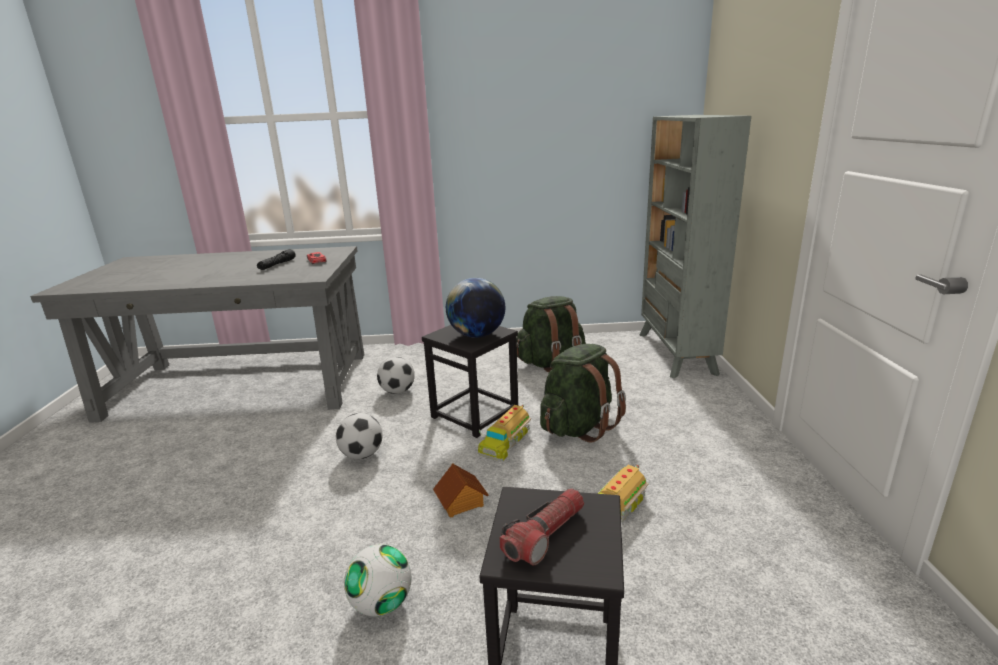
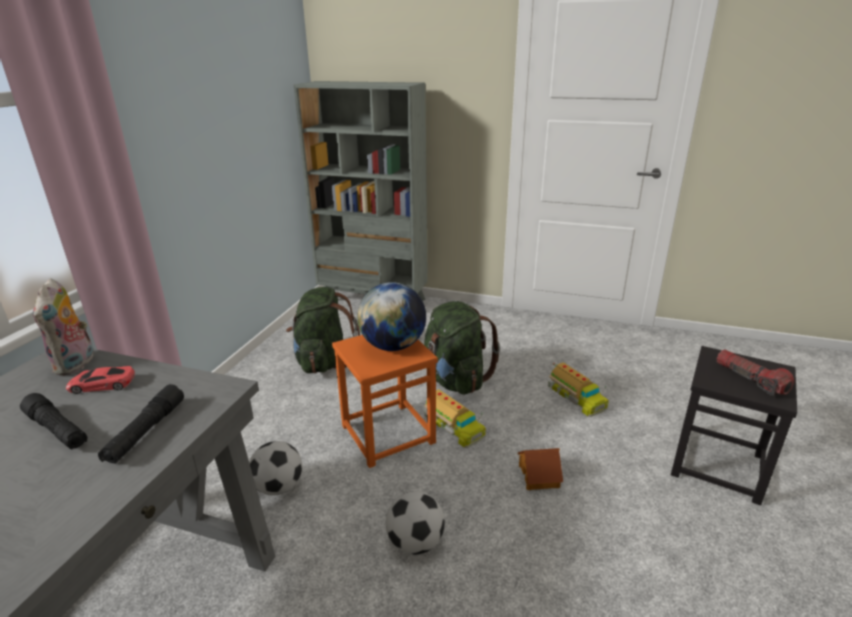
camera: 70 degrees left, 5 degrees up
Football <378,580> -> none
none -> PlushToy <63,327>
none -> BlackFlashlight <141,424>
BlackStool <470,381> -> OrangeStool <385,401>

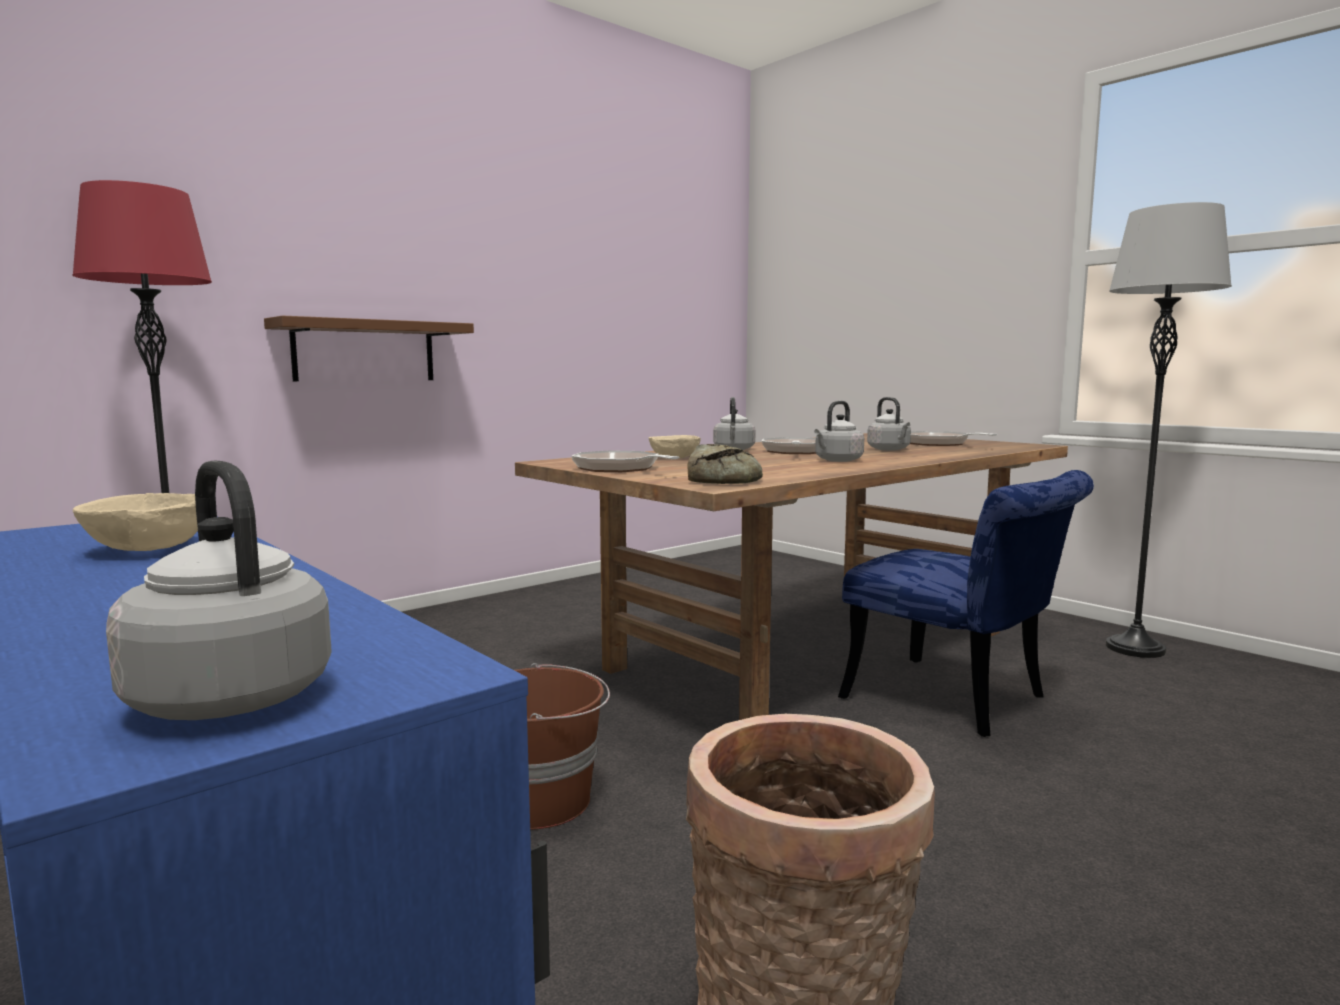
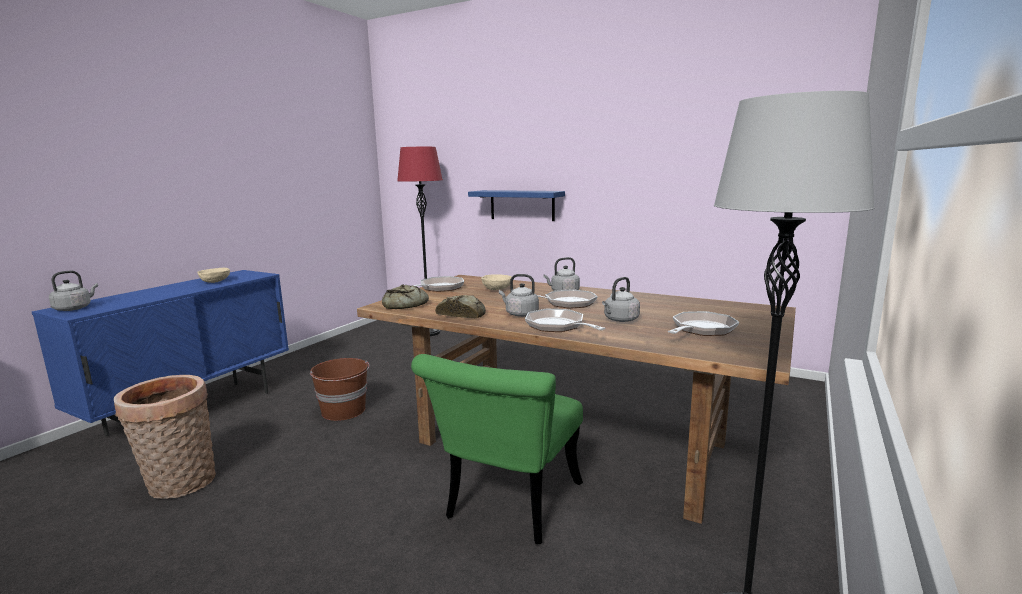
camera: 70 degrees right, 5 degrees up
none -> Bread <460,306>
none -> FryingPan <565,320>
BrownShelf <369,348> -> BlueShelf <516,205>
BlueChair <966,603> -> GreenChair <497,449>

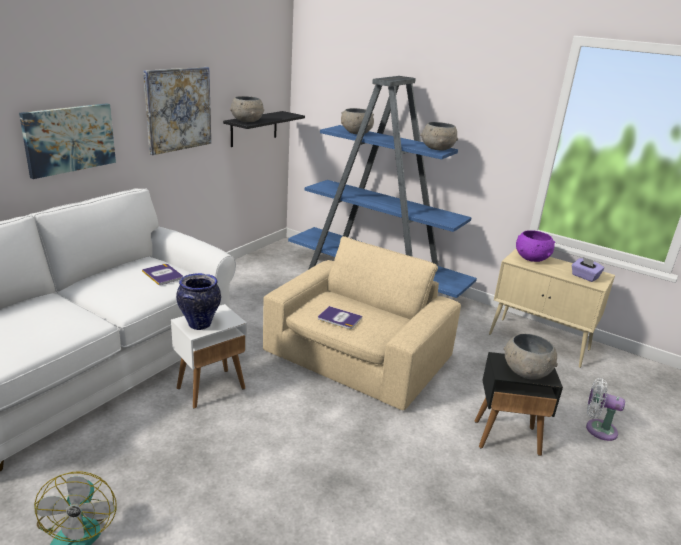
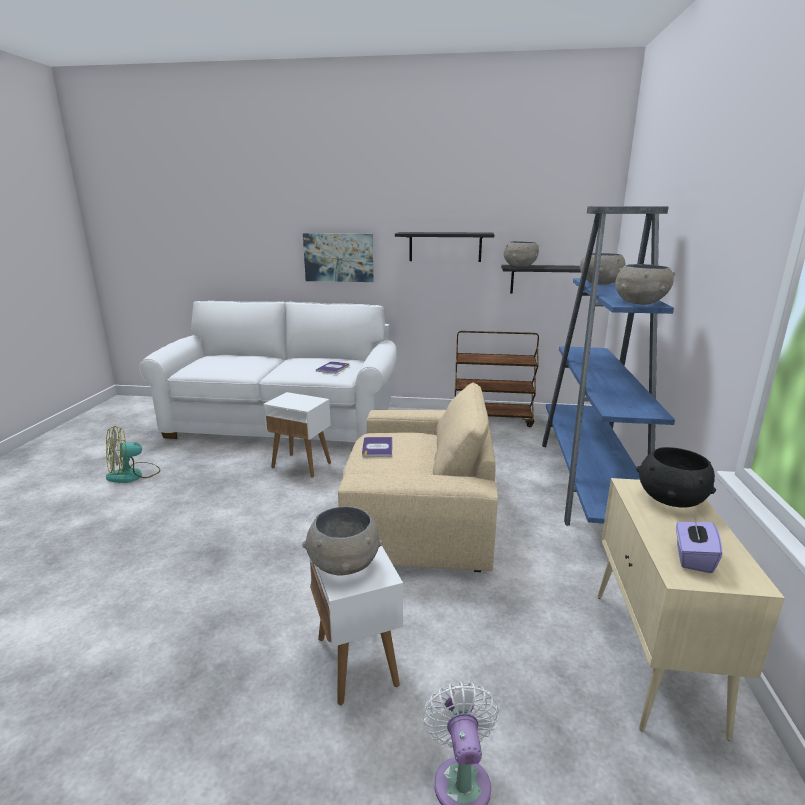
camera: 65 degrees right, 5 degrees down
Vase <198,301> -> none
none -> BrownCart <497,379>
Picture <177,111> -> BlackShelf <444,247>
BlackSideTable <519,404> -> WhiteSideTable <356,625>
PurpleBowl <535,246> -> BlackBowl <676,477>

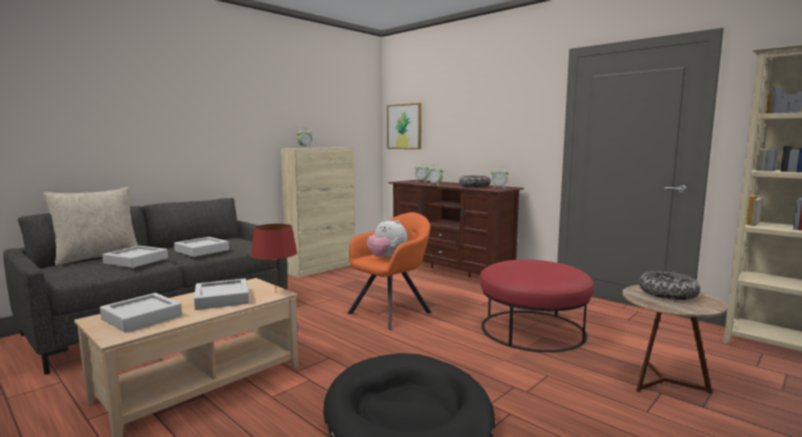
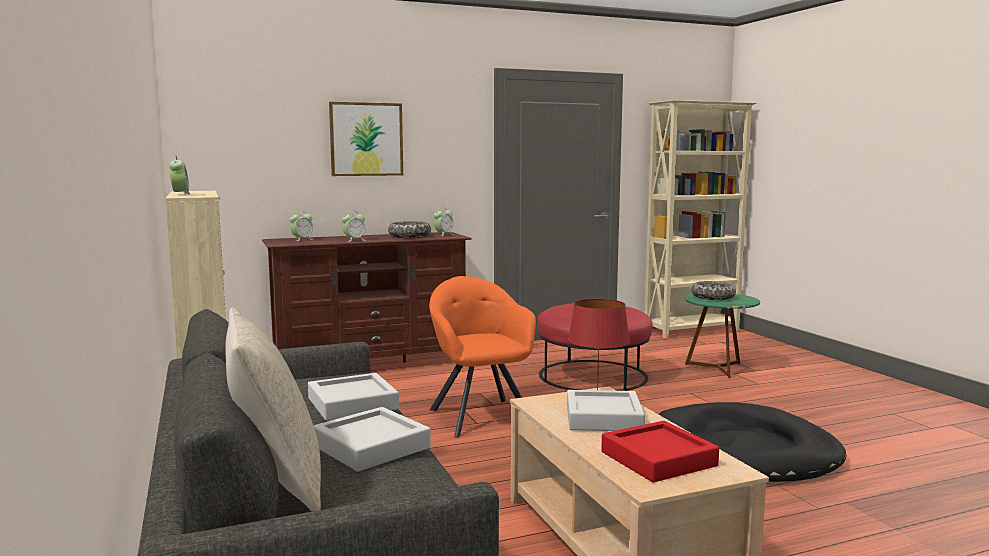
camera: 65 degrees left, 0 degrees up
PlushToy <387,237> -> none
Picture <404,126> -> Picture <366,139>, move
GreyTray <141,313> -> RedTray <660,451>
BrownSideTable <675,339> -> GreenSideTable <722,336>

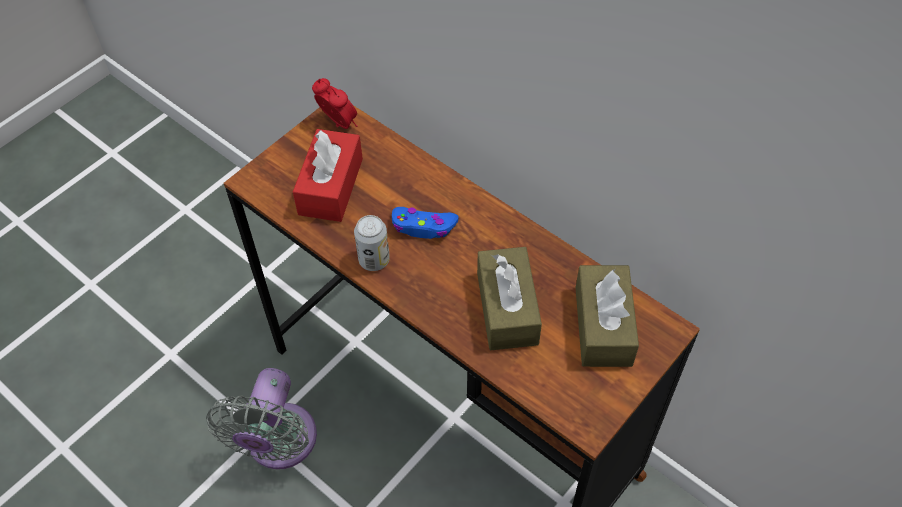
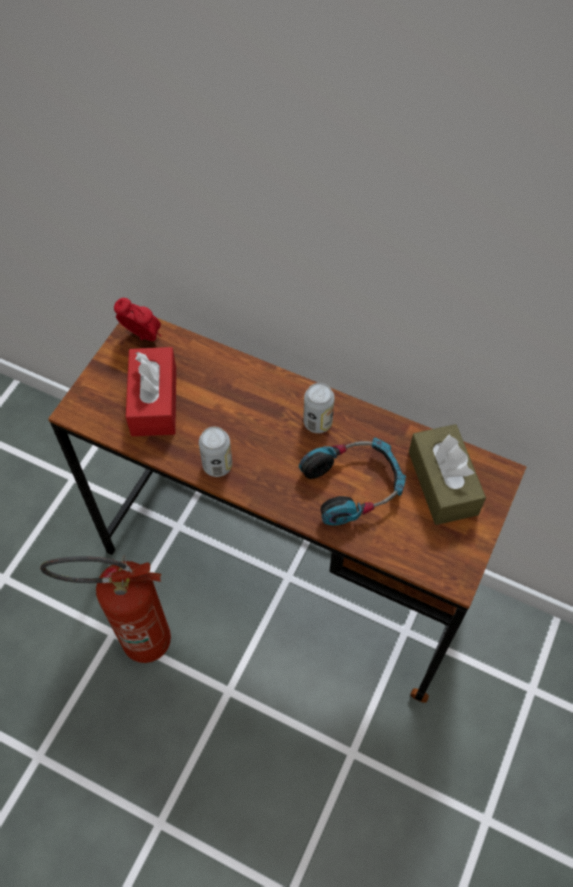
camera: 15 degrees left, 5 degrees up
BlueGameController <425,223> -> none
none -> Can <319,408>
GreyFan <261,418> -> FireExtinguisher <105,609>
BrownTissueBox <509,298> -> Headphones <352,481>

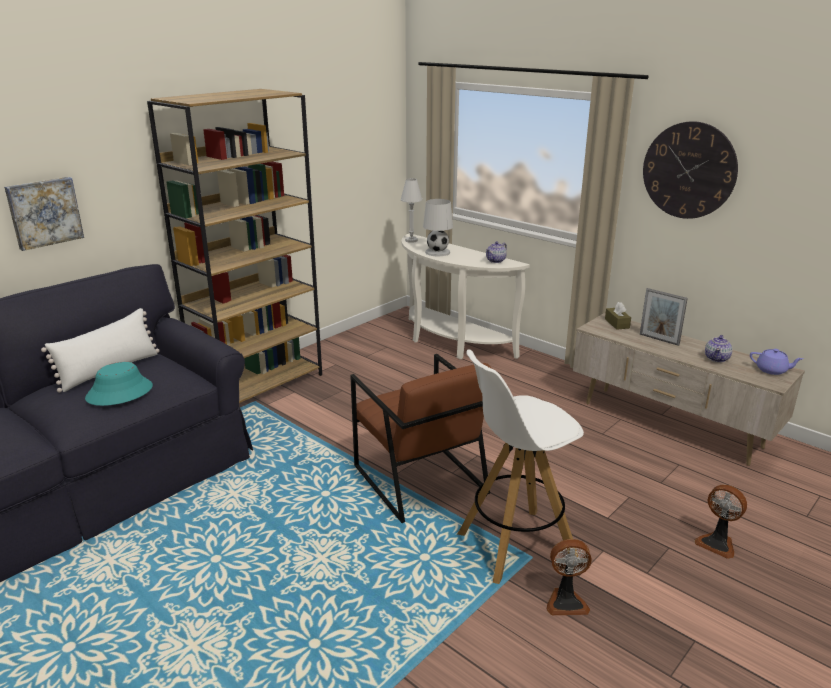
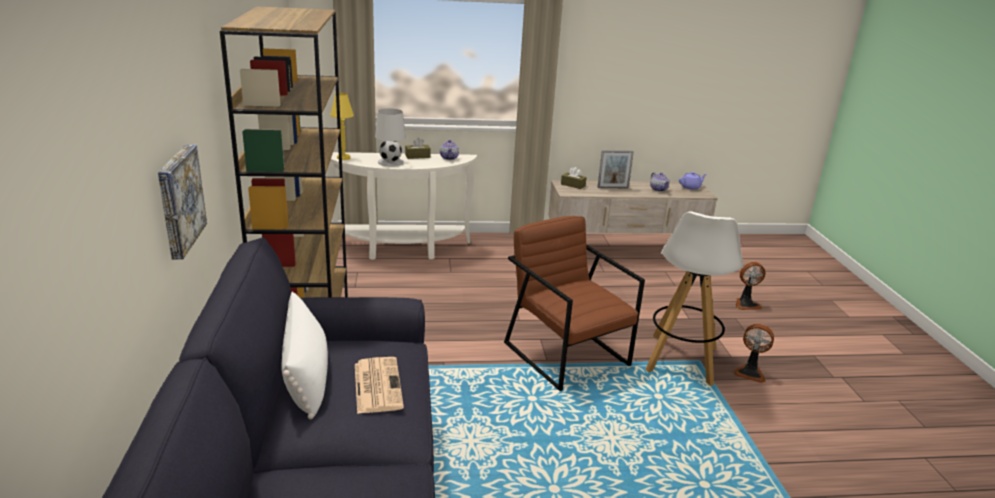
camera: 50 degrees left, 0 degrees up
WallClock <690,170> -> none
none -> BrownTissueBox <418,148>
TurquoiseHat <119,384> -> Newspaper <379,385>
WhiteTableLamp <411,210> -> YellowTableLamp <342,126>
BrownArmchair <421,438> -> BrownArmchair <574,303>, 135 degrees counterclockwise
Fan <569,577> -> Fan <753,353>, 75 degrees clockwise

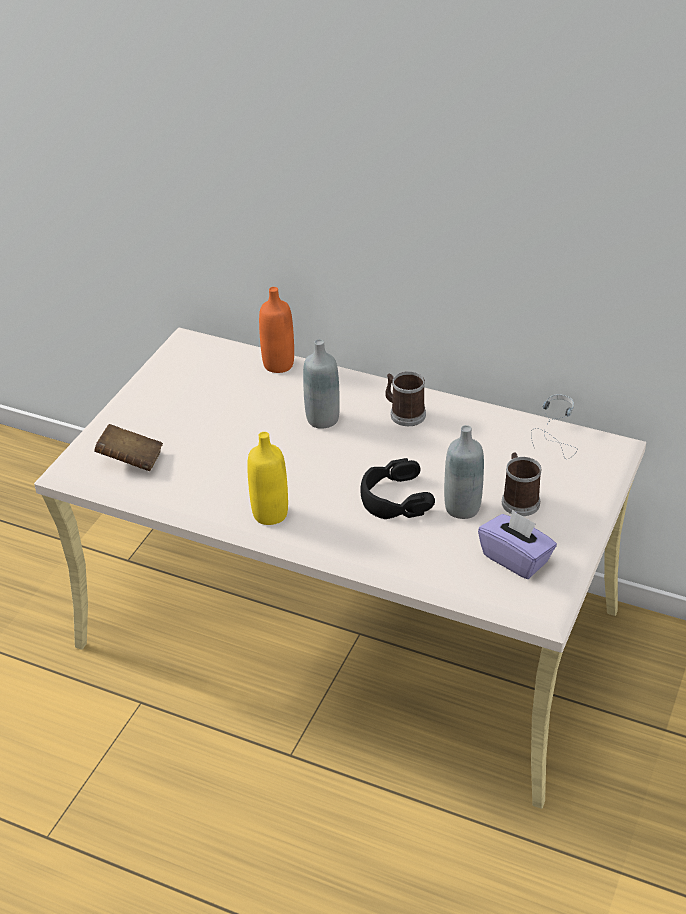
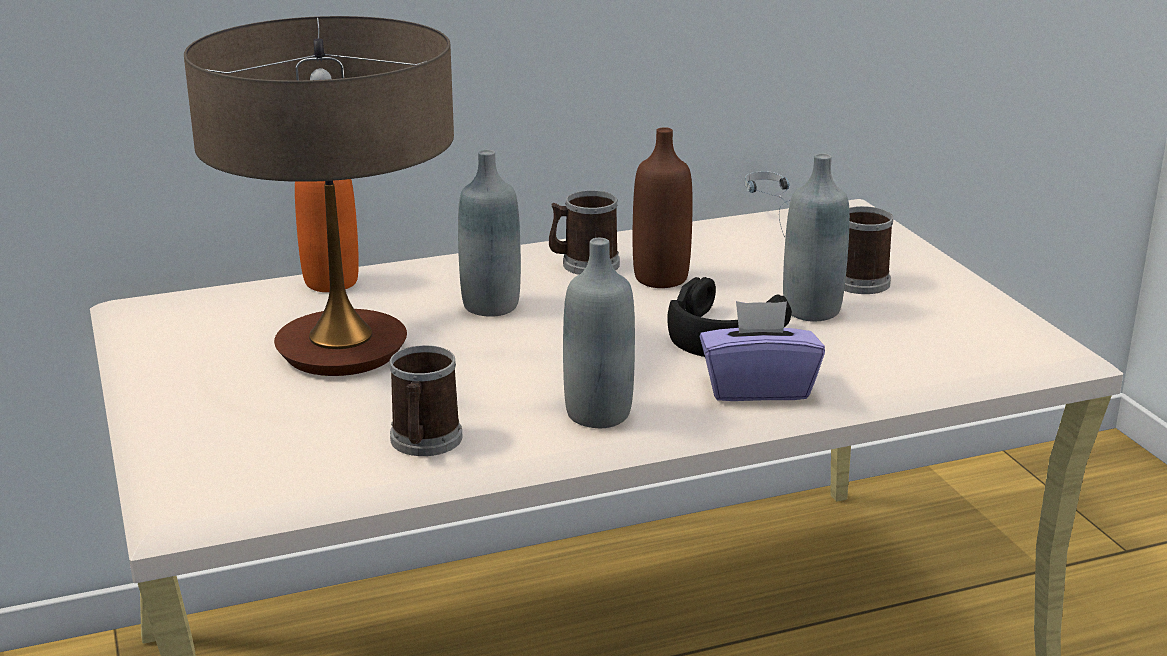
camera: 45 degrees left, 15 degrees down
BrownBook <128,447> -> none
none -> TableLamp <319,196>
none -> Mug <425,400>
none -> BrownBottle <663,207>
PurpleTissueBox <517,544> -> PurpleTissueBox <762,351>, move
YellowBottle <267,478> -> GreyBottle <599,333>

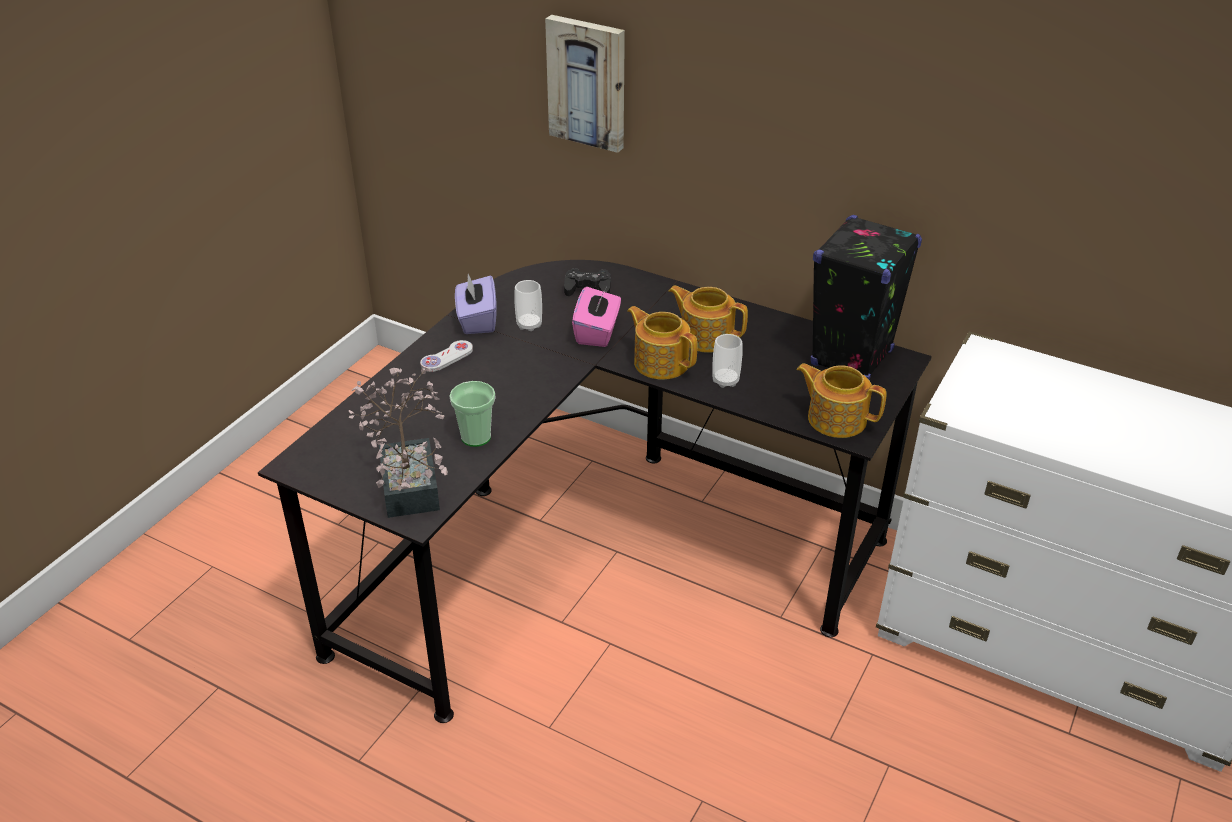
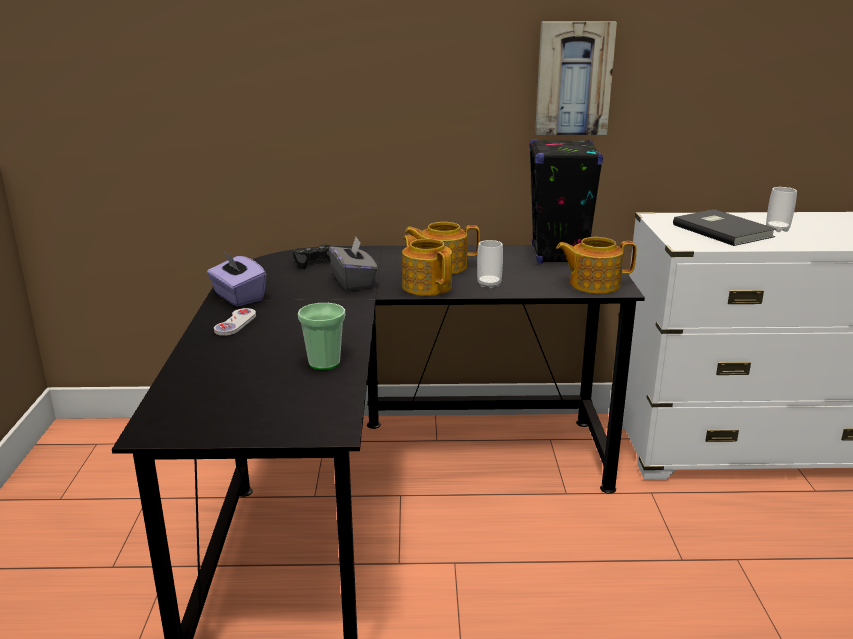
camera: 30 degrees left, 15 degrees down
PottedPlant <398,443> -> none
none -> GreyBook <724,227>
Cup <528,305> -> Cup <781,209>, move
Picture <585,84> -> Picture <576,78>, move
PinkTissueBox <596,317> -> GreyTissueBox <353,264>
Teapot <662,343> -> Teapot <427,265>, 45 degrees clockwise

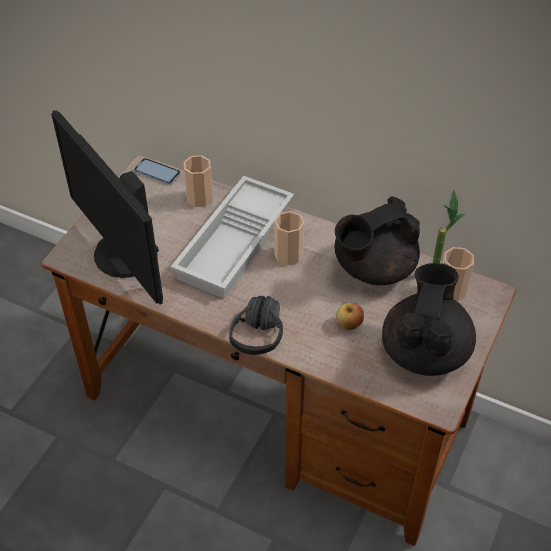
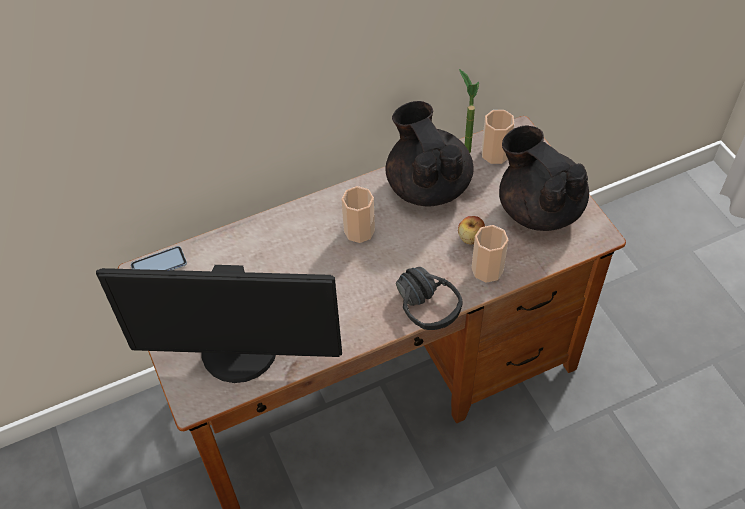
camera: 50 degrees left, 5 degrees up
WhiteTray <232,237> -> none
Cup <198,181> -> Cup <490,254>, move
BlackTeapot <377,240> -> BlackTeapot <429,154>, 150 degrees clockwise

